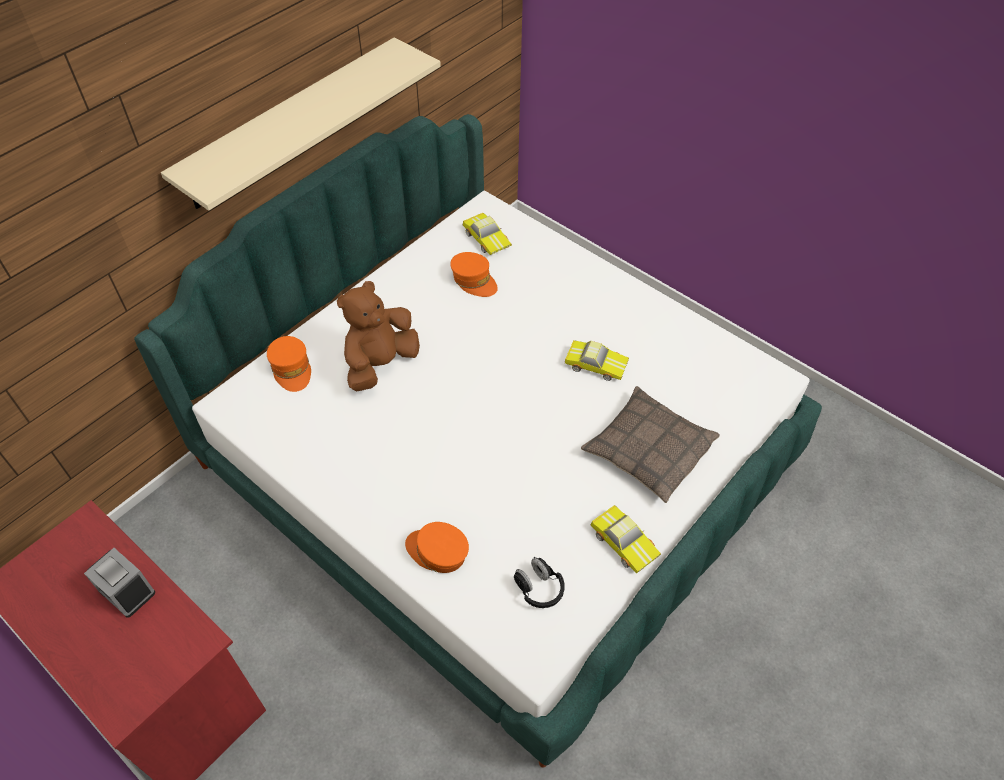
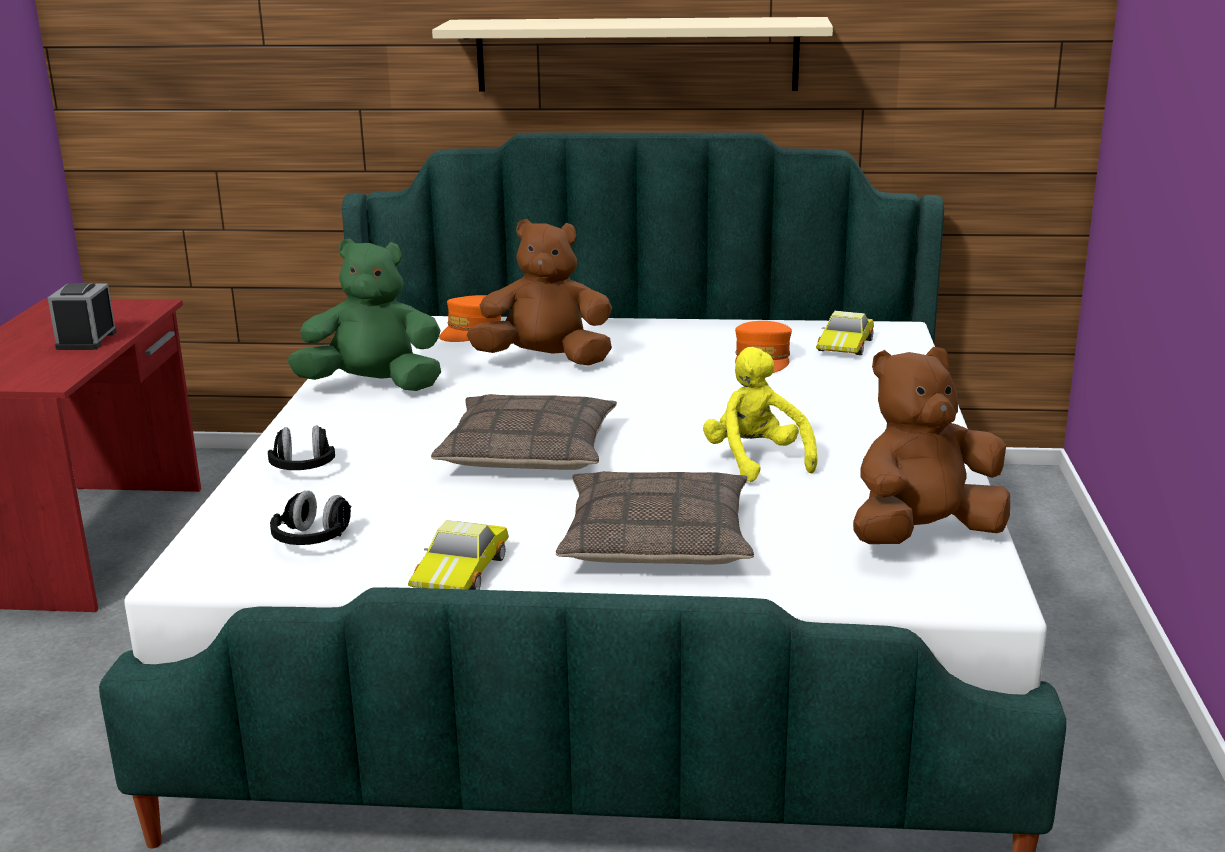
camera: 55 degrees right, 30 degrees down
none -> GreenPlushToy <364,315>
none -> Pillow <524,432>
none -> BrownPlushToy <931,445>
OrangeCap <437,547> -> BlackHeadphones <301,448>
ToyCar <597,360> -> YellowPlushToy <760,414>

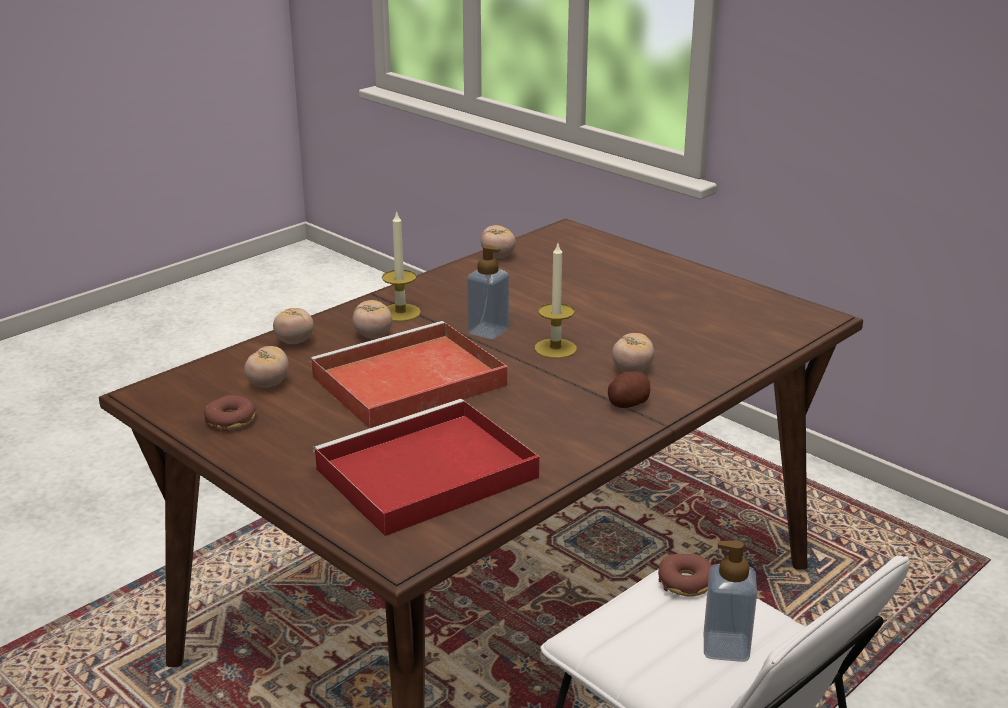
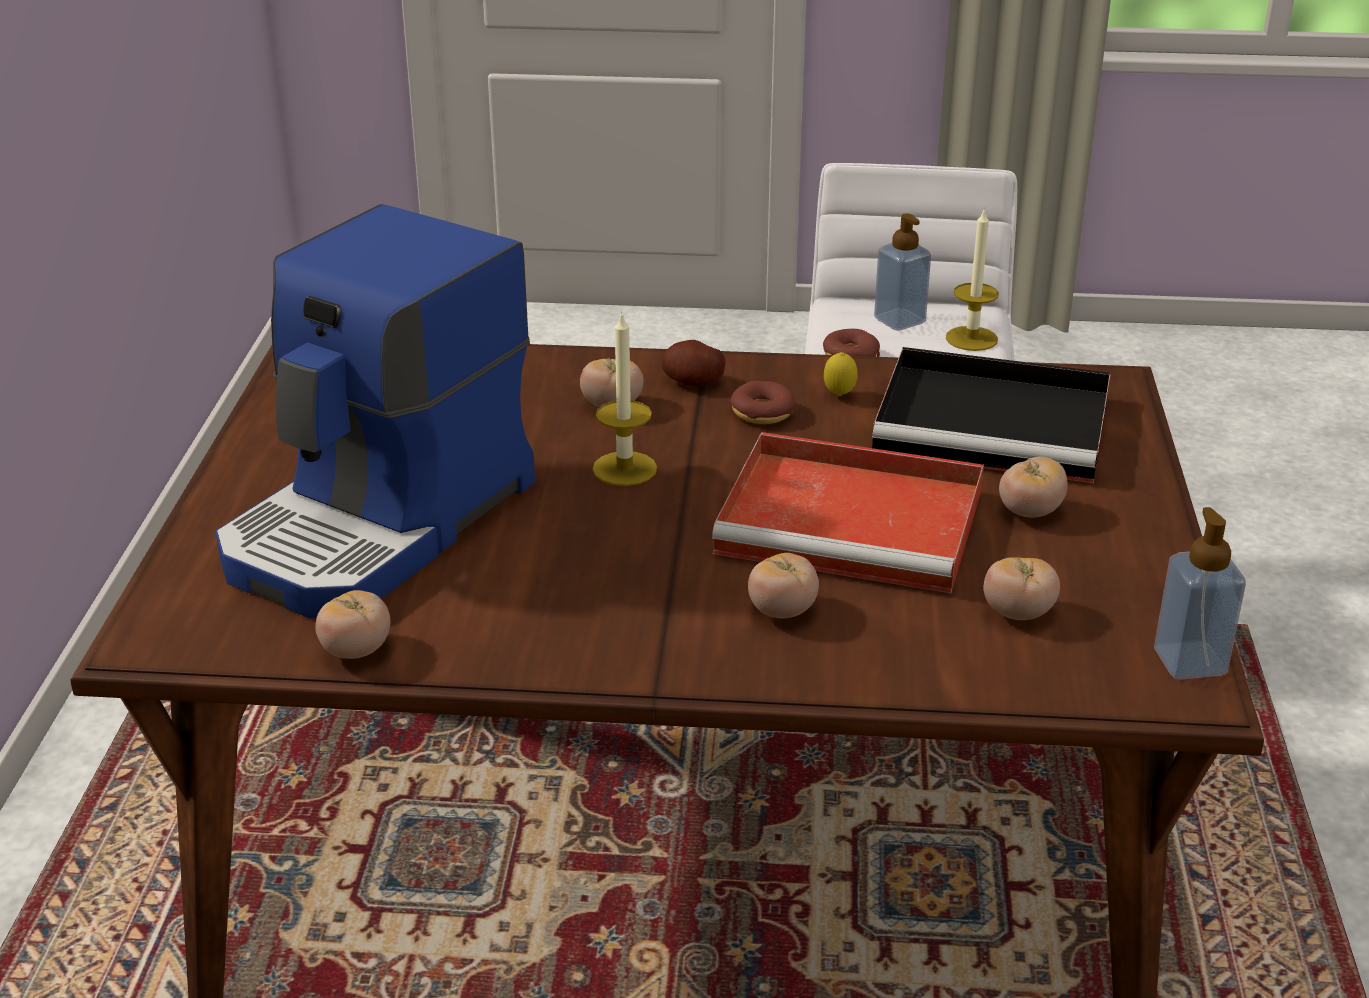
camera: 130 degrees left, 5 degrees up
none -> CoffeeMachine <375,411>
none -> Lemon <841,374>
Donut <230,413> -> Donut <762,402>, move
Tomato <293,326> -> Tomato <1033,487>, move
Candle <401,266> -> Candle <972,279>, move
SoapDispenser <488,292> -> SoapDispenser <1200,593>, move
RedTray <426,467> -> BlackTray <991,415>

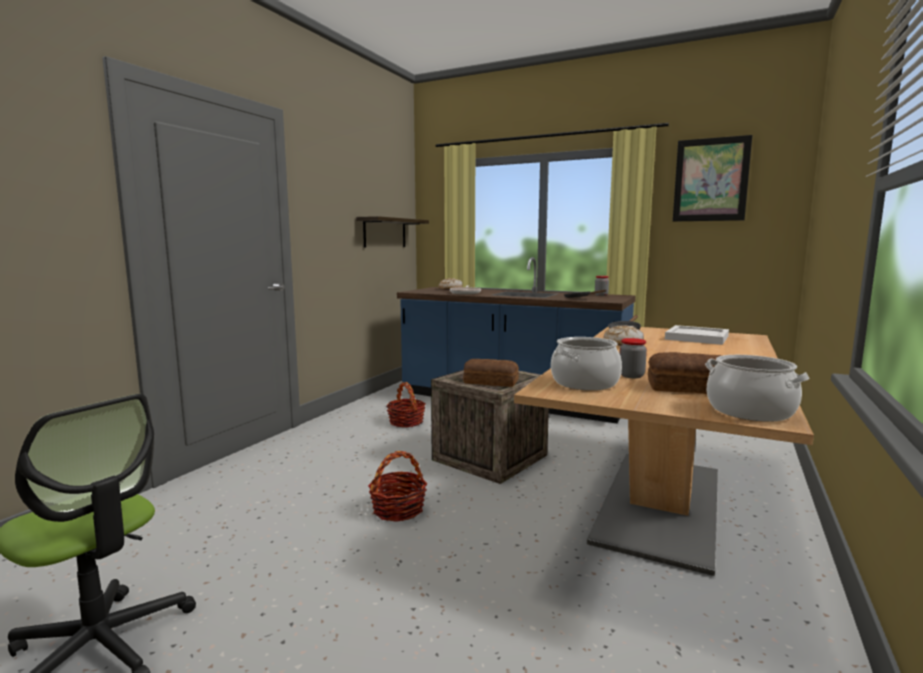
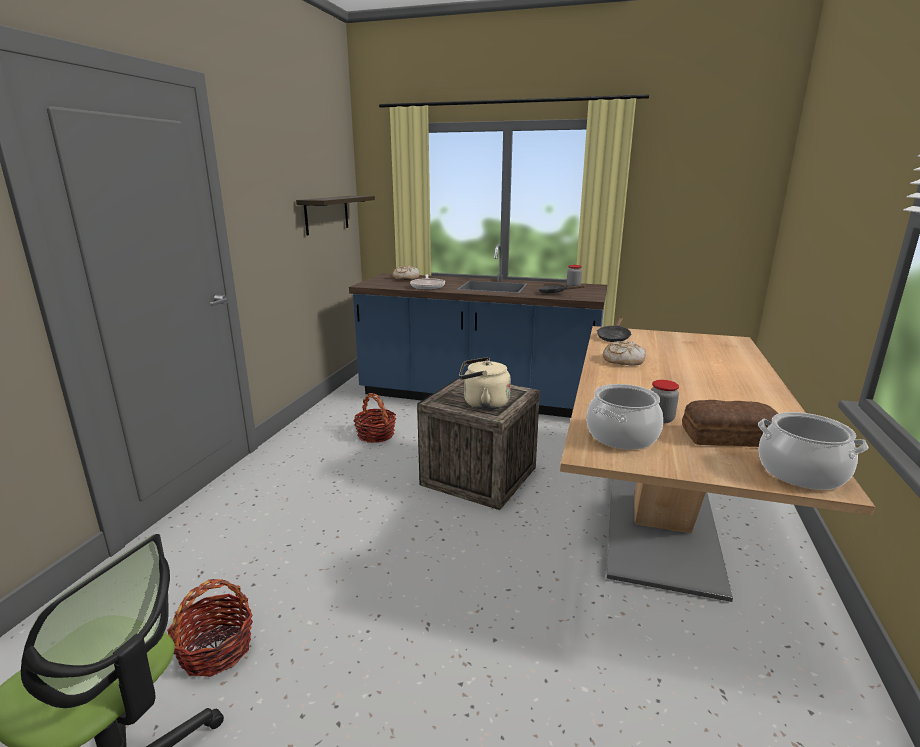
camera: 10 degrees left, 10 degrees up
WhiteTray <697,335> -> none
Picture <712,178> -> none
Basket <397,486> -> Basket <210,628>, move
Bread <491,373> -> BeigeKettle <485,383>

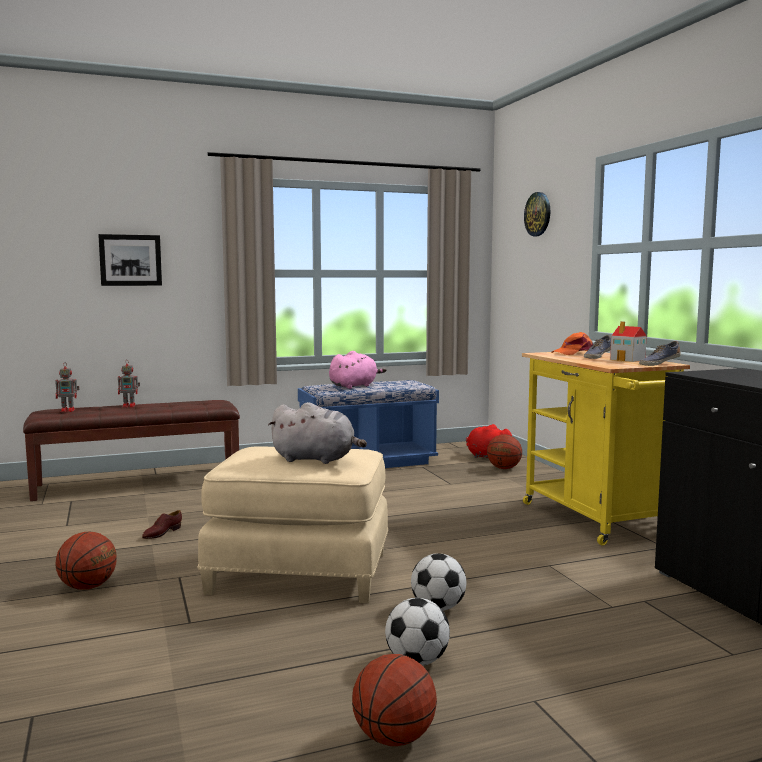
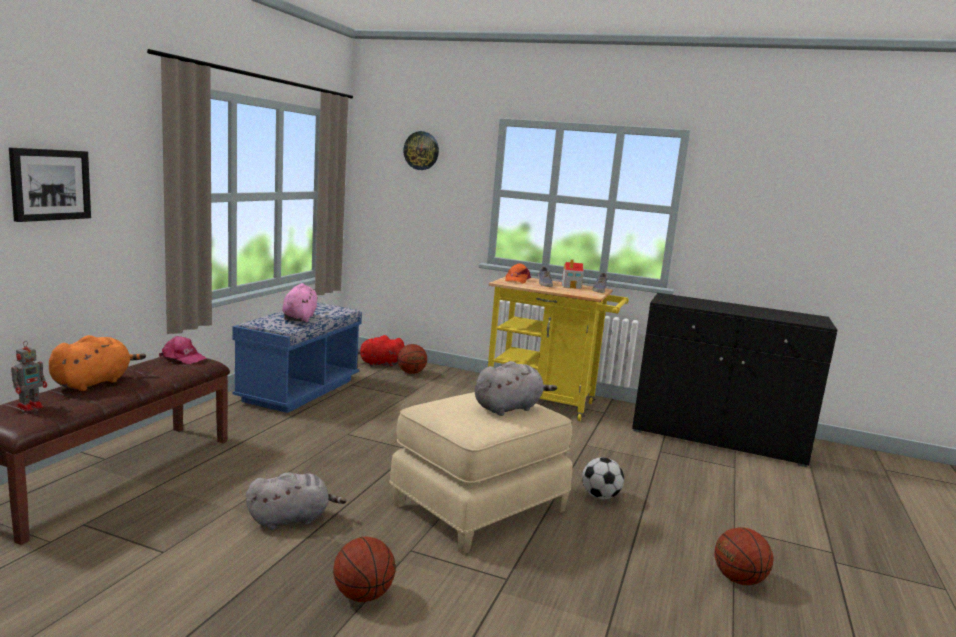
camera: 50 degrees left, 5 degrees up
Football <417,632> -> none
none -> PinkCap <183,350>
ToyRobot <129,384> -> OrangePlushToy <97,363>
BrownShoe <162,524> -> GreyPlushToy <296,501>

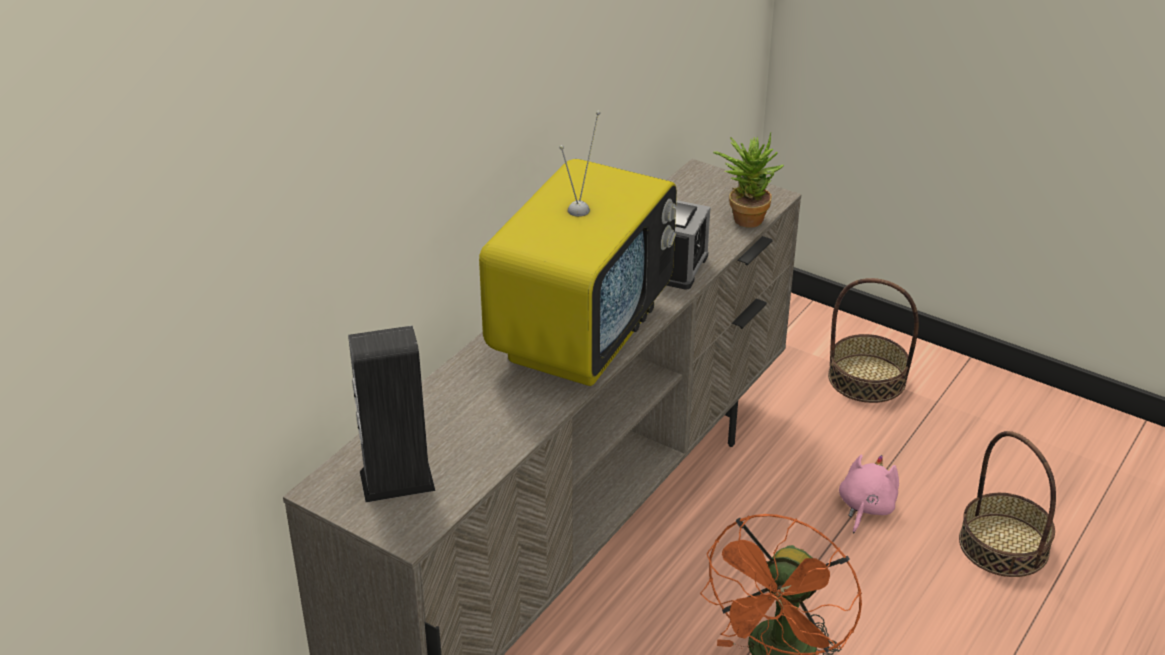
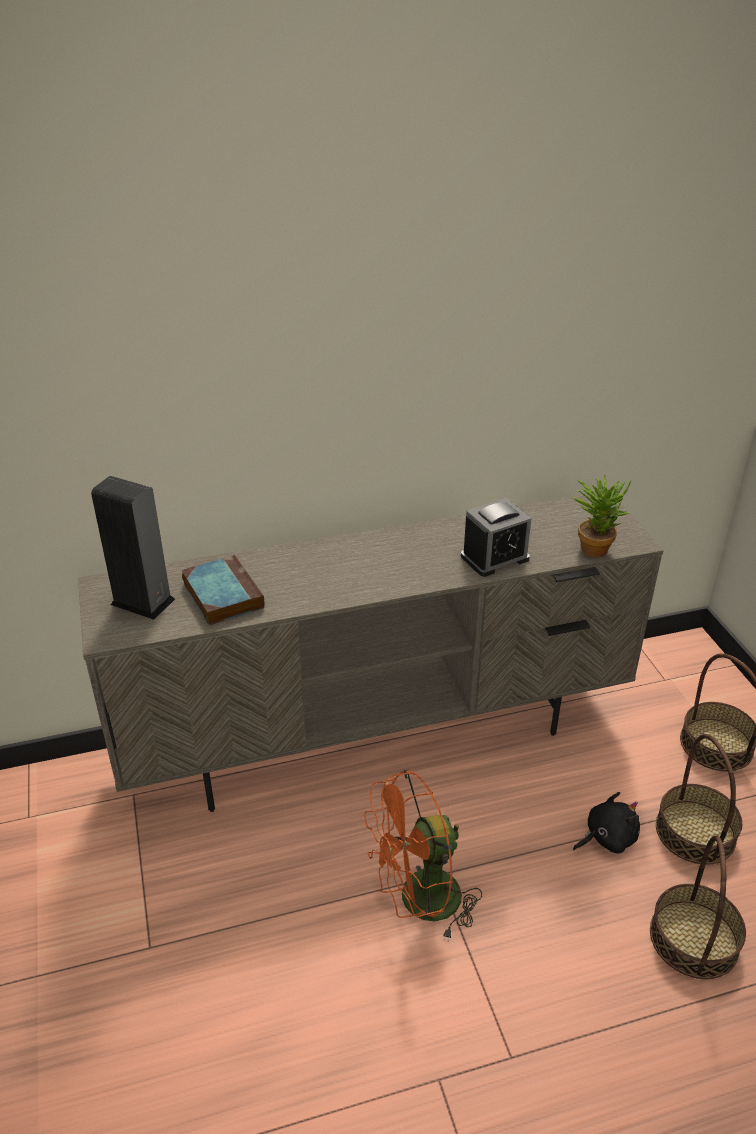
camera: 40 degrees right, 0 degrees up
Television <578,248> -> none
none -> Book <222,590>
none -> Basket <699,799>
PinkPlushToy <869,494> -> BlackPlushToy <606,823>

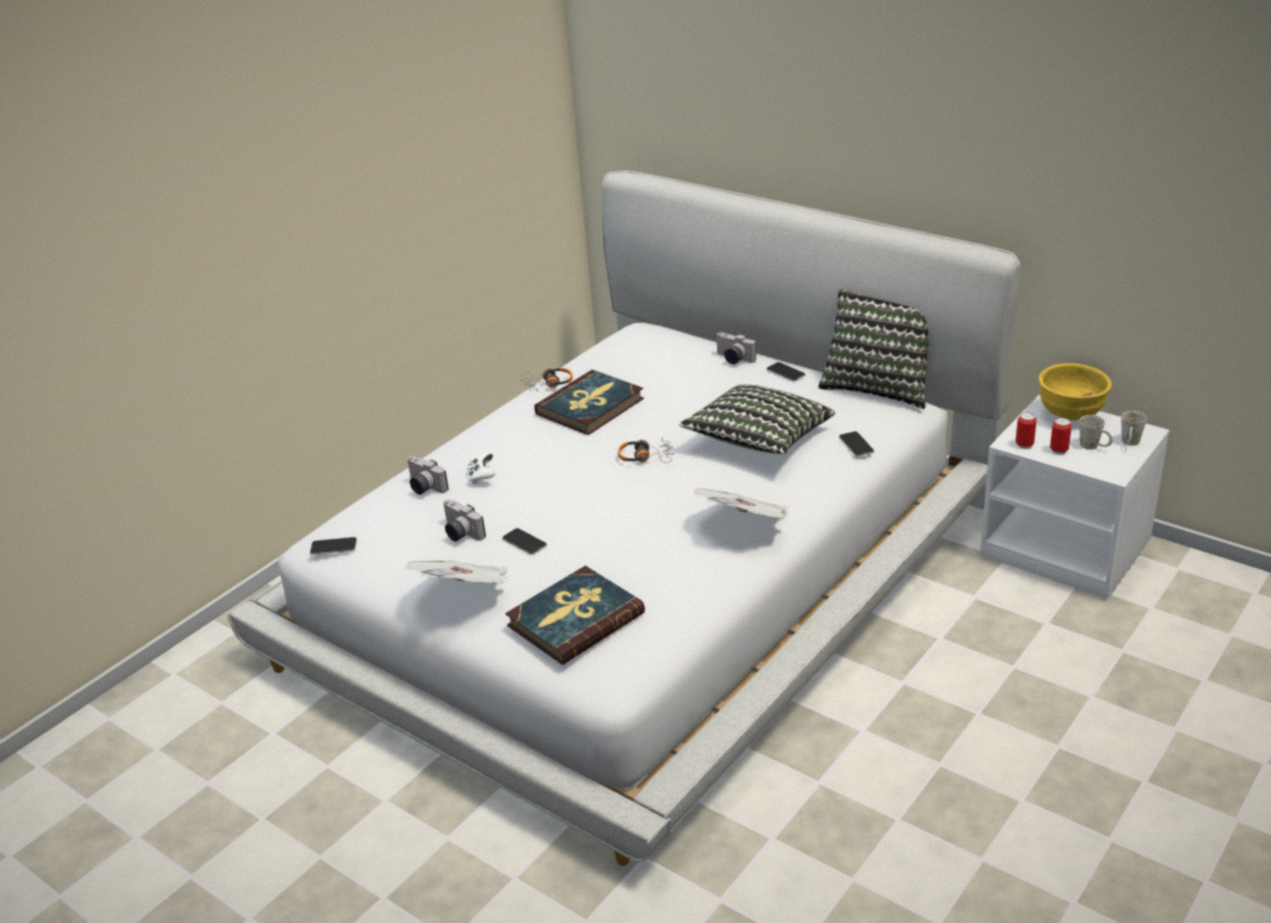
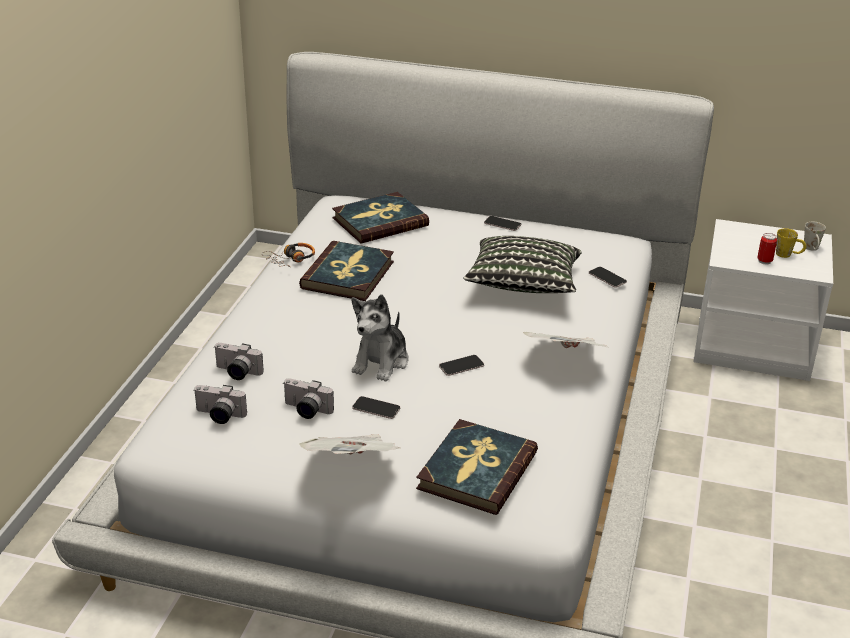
camera: 25 degrees left, 0 degrees up
WhiteGameController <481,469> -> none
Headphones <646,450> -> none
Pillow <873,349> -> none
Can <1026,430> -> none
YellowBowl <1075,391> -> none
none -> Book <380,218>
none -> PlushToy <380,338>
Phone <333,546> -> Phone <461,365>, move
PhotoCamera <736,348> -> PhotoCamera <220,404>, move
WhiteMug <1096,432> -> YellowMug <791,243>

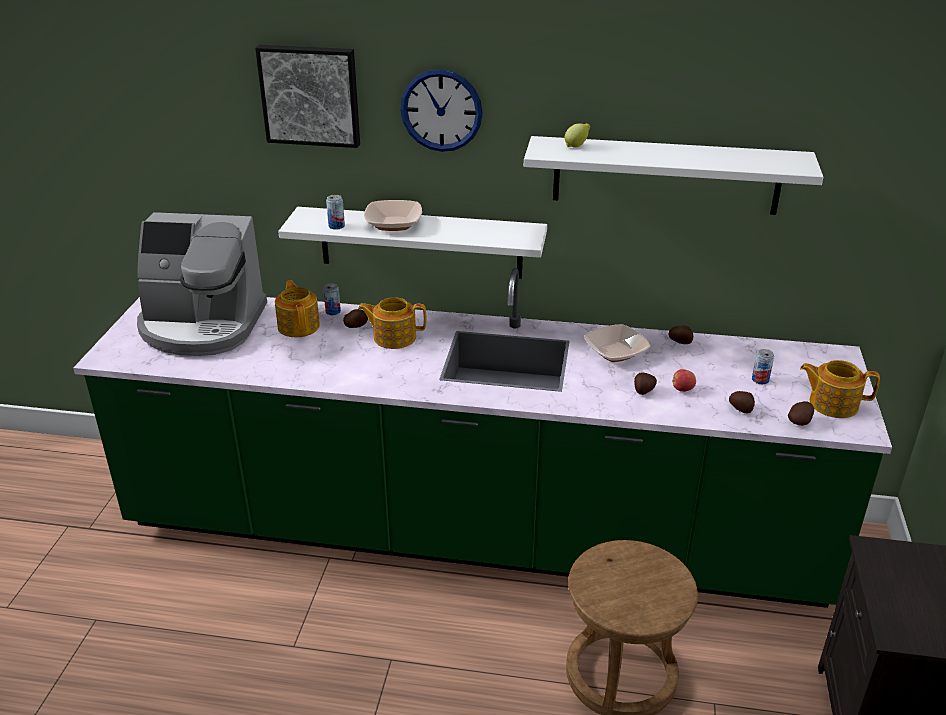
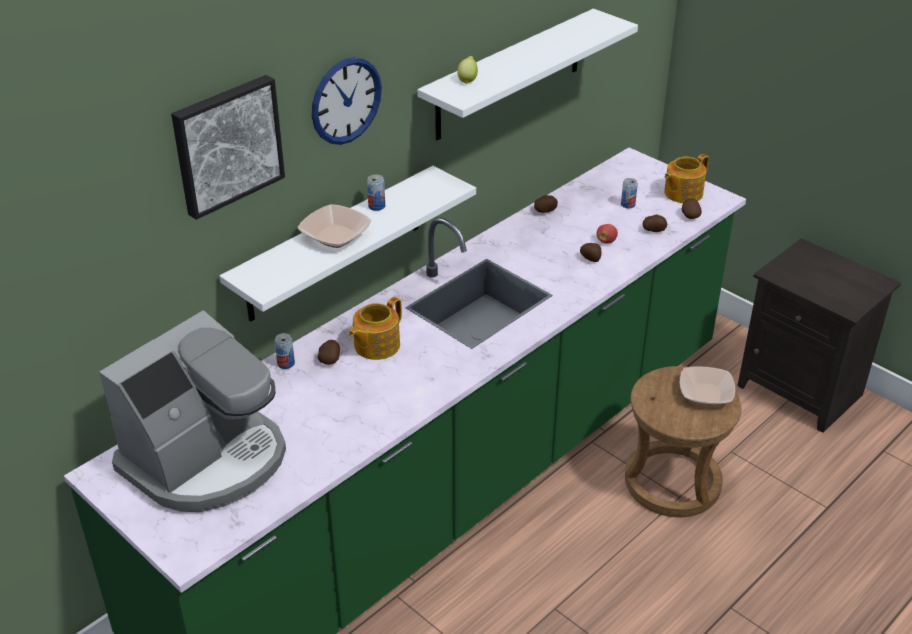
camera: 55 degrees left, 5 degrees up
Teapot <297,308> -> none
Can <335,212> -> Can <376,192>, move
Bowl <617,343> -> Bowl <707,385>, move

